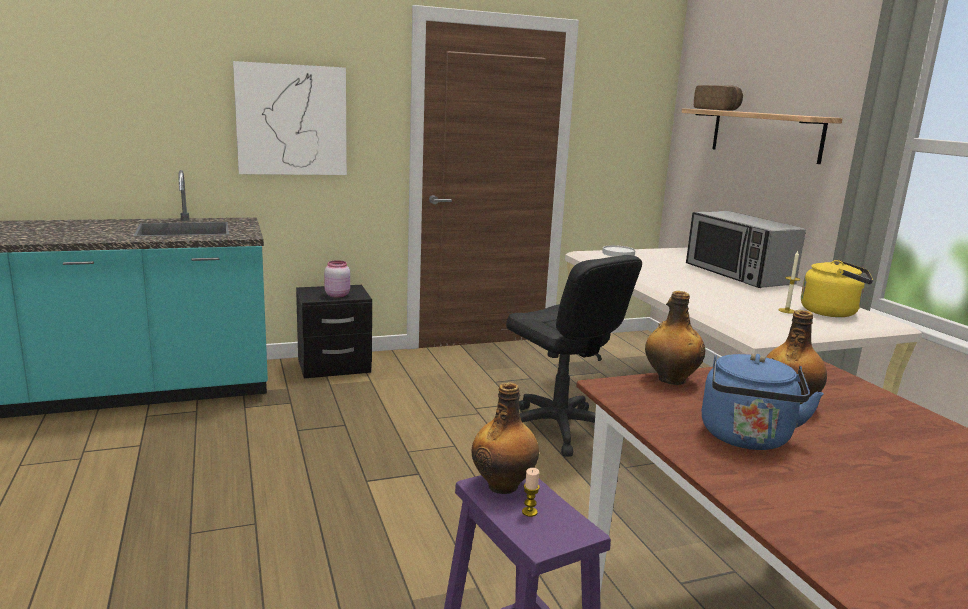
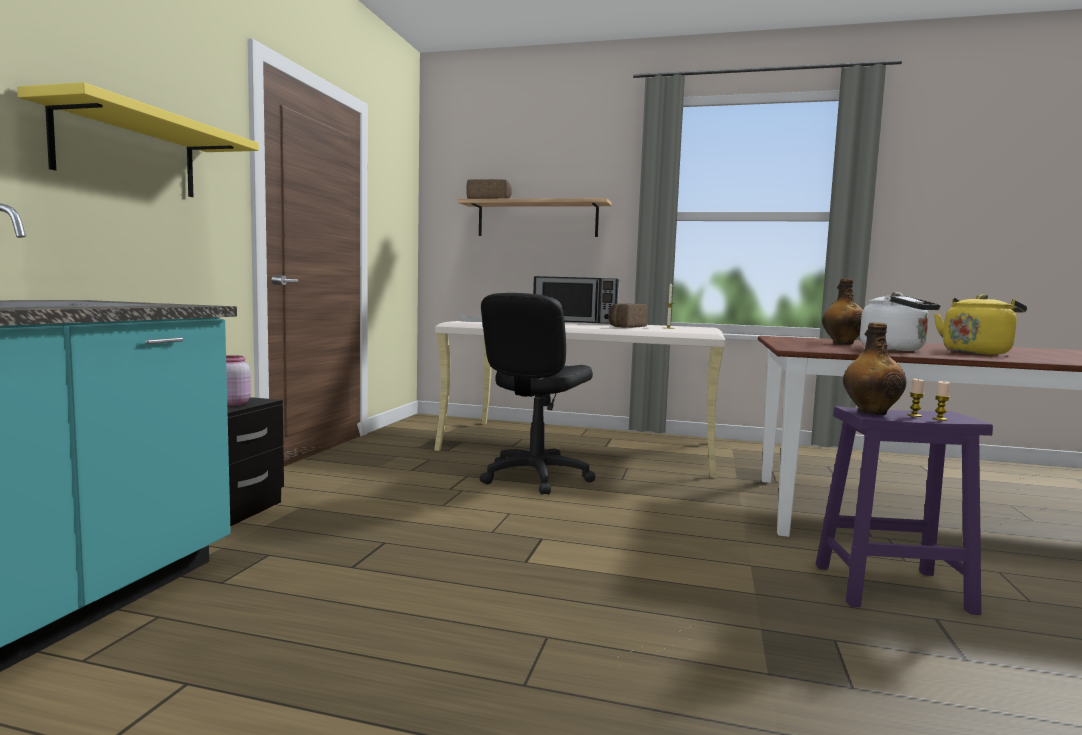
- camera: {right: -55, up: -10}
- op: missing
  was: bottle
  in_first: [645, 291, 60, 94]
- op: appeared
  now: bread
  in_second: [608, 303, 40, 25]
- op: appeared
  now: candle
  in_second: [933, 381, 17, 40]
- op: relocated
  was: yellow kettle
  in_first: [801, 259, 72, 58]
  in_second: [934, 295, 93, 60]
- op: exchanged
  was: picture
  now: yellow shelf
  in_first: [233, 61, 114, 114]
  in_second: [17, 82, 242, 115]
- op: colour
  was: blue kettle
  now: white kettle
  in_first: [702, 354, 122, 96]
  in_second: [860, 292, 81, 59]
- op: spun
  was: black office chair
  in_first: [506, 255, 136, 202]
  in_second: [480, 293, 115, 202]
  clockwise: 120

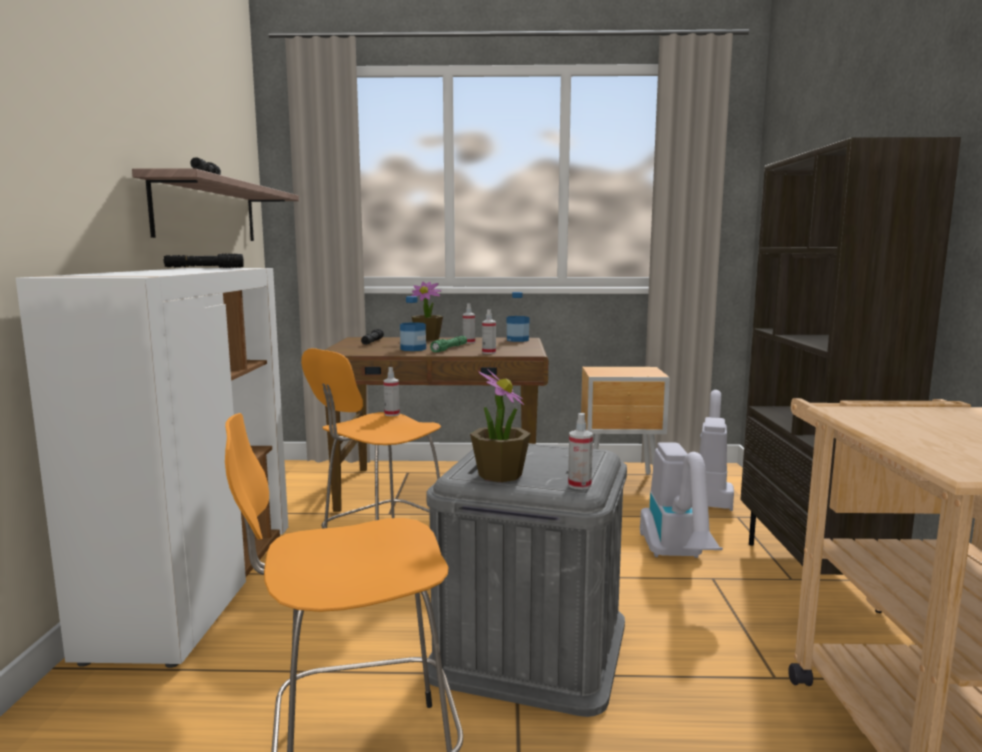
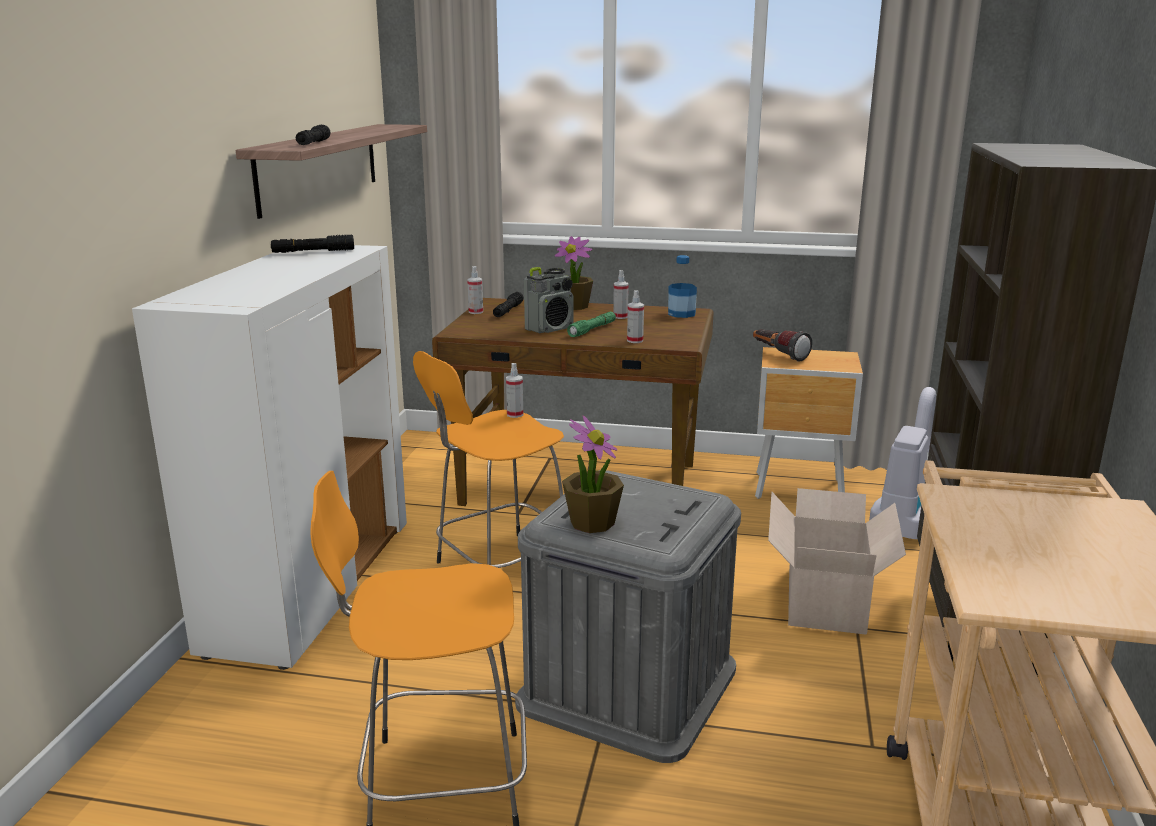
- camera: {right: 10, up: 10}
- op: appeared
  now: flashlight
  in_second: [753, 329, 59, 33]
- op: relocated
  was: spray bottle
  in_first: [568, 413, 25, 77]
  in_second: [467, 266, 16, 48]
- op: exchanged
  was: bottle
  now: radio
  in_first: [400, 296, 26, 55]
  in_second: [524, 267, 50, 66]
- op: exchanged
  was: vacuum cleaner
  now: cardboard box
  in_first: [640, 442, 83, 116]
  in_second: [768, 488, 138, 147]

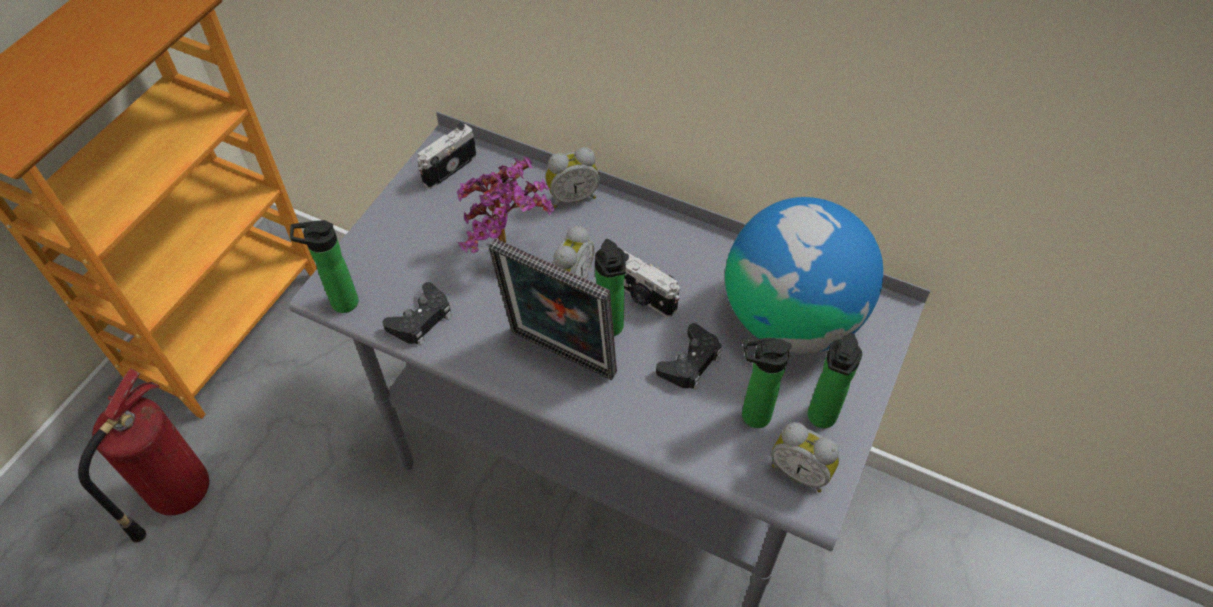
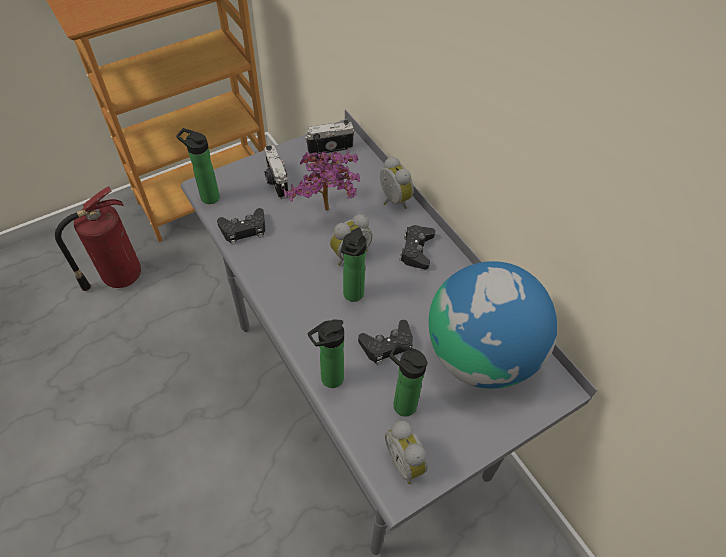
- camera: {right: 30, up: 0}
- op: missing
  was: picture frame
  in_first: [489, 239, 128, 141]
- op: appeared
  now: black game controller
  in_second: [399, 225, 36, 44]
- op: relocated
  was: photo camera
  in_first: [623, 251, 57, 66]
  in_second: [264, 145, 24, 54]
- op: relocated
  was: bottle
  in_first: [808, 333, 54, 95]
  in_second: [308, 319, 36, 69]
- op: spun
  was: alarm clock
  in_first: [545, 147, 55, 61]
  in_second: [380, 156, 34, 53]
  clockwise: -135

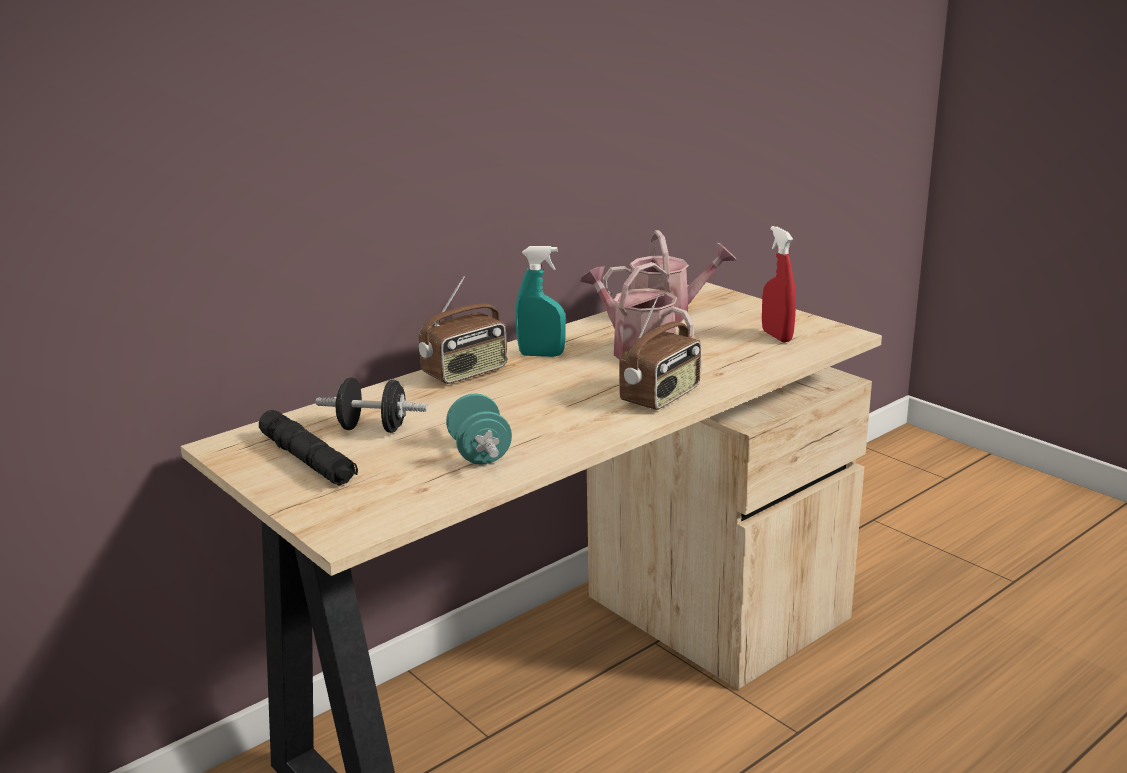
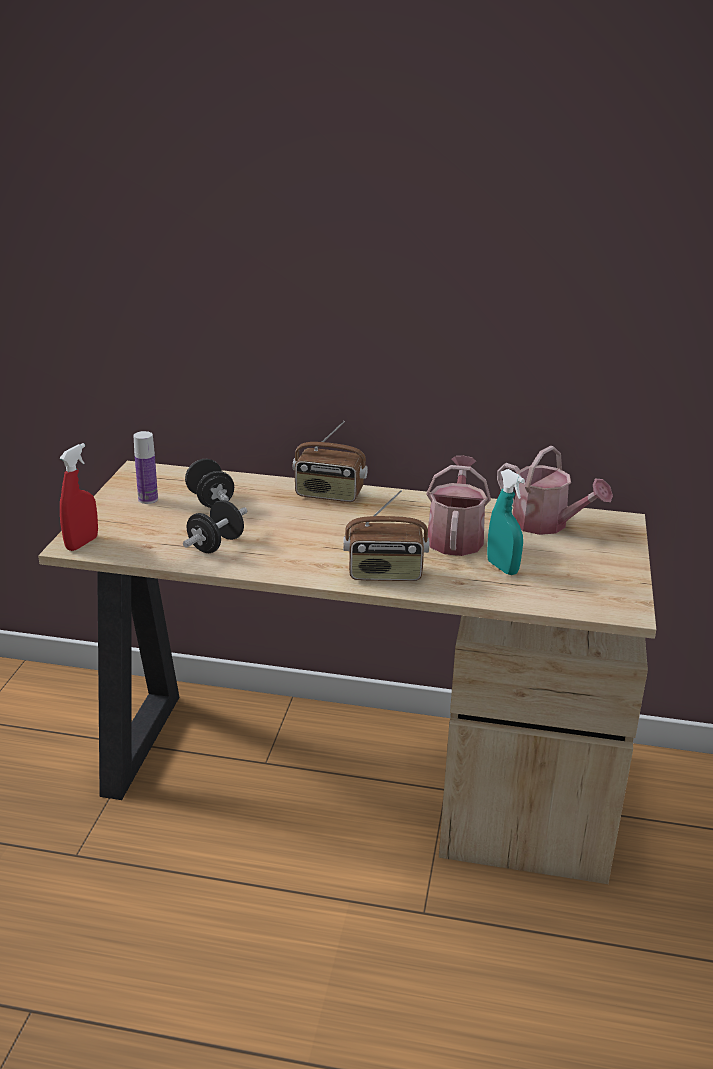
- camera: {right: 50, up: 5}
- op: relocated
  was: turquoise spray bottle
  in_first: [516, 246, 50, 111]
  in_second: [487, 469, 38, 106]
- op: relocated
  was: red spray bottle
  in_first: [762, 226, 34, 116]
  in_second: [60, 443, 38, 108]
- op: exchanged
  was: black flashlight
  now: bottle
  in_first: [259, 410, 99, 76]
  in_second: [133, 431, 25, 73]
- op: colour
  was: turquoise dumbbell
  now: black dumbbell
  in_first: [446, 393, 66, 72]
  in_second: [183, 500, 64, 53]

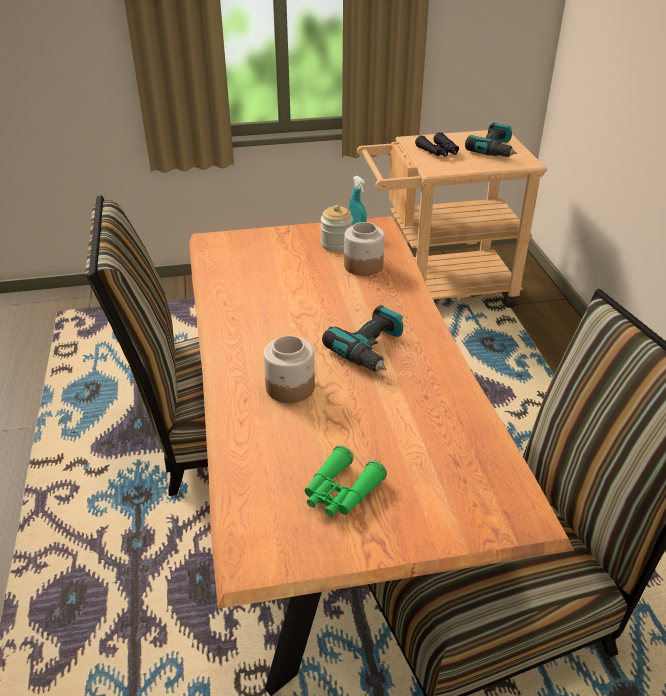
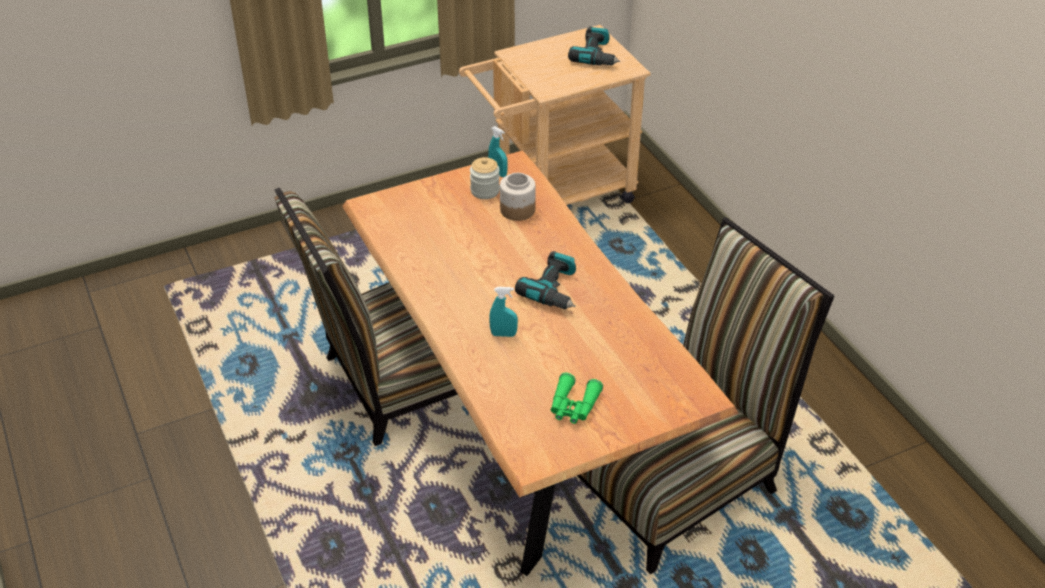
- camera: {right: -15, up: 5}
- op: missing
  was: black binoculars
  in_first: [415, 132, 44, 25]
- op: exchanged
  was: jar
  now: turquoise spray bottle
  in_first: [264, 335, 51, 68]
  in_second: [489, 287, 29, 50]

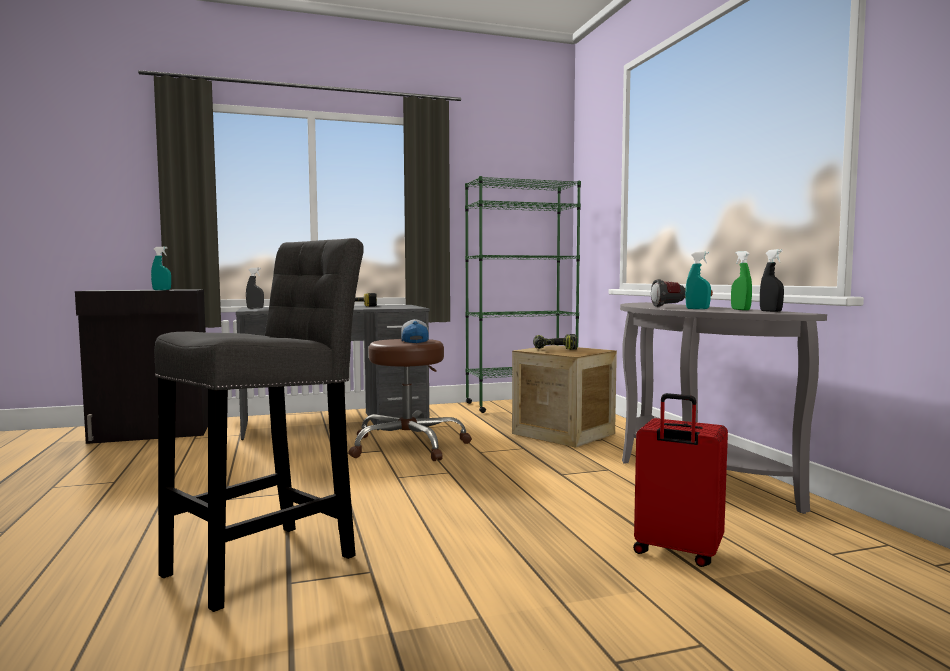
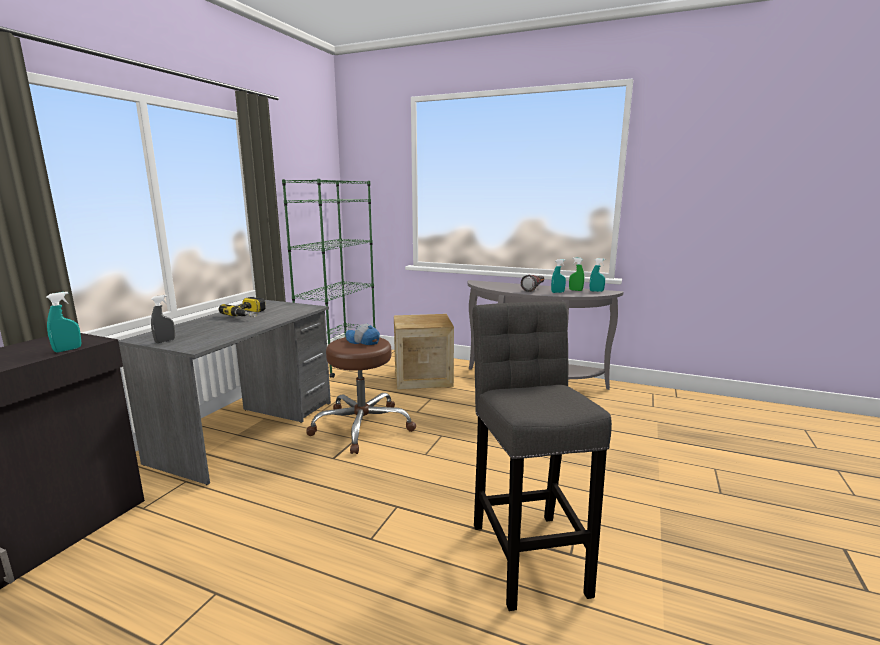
- camera: {right: -50, up: 10}
- op: missing
  was: power drill
  in_first: [533, 334, 44, 16]
- op: missing
  was: red suitcase
  in_first: [633, 393, 95, 174]
- op: colour
  was: black spray bottle
  now: turquoise spray bottle
  in_first: [760, 249, 24, 63]
  in_second: [590, 258, 15, 34]

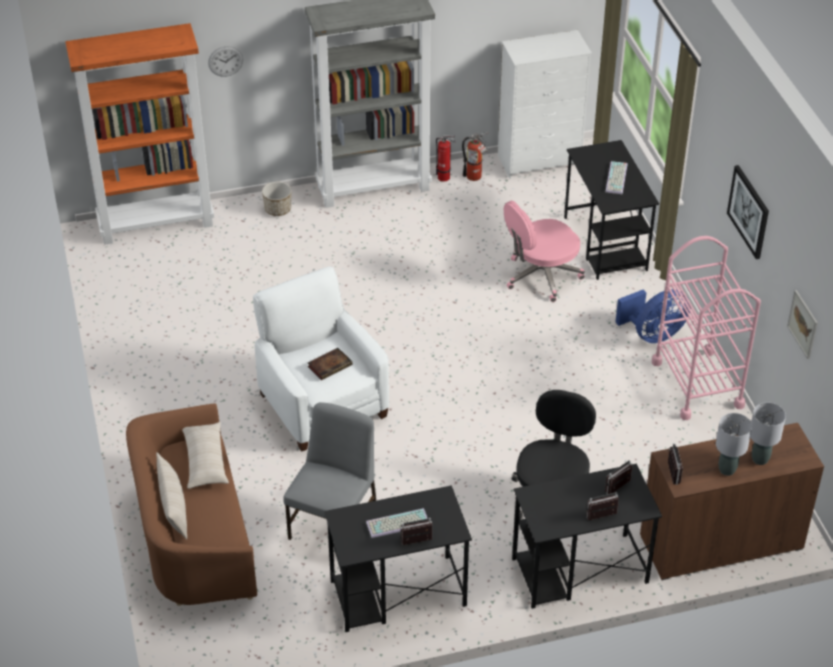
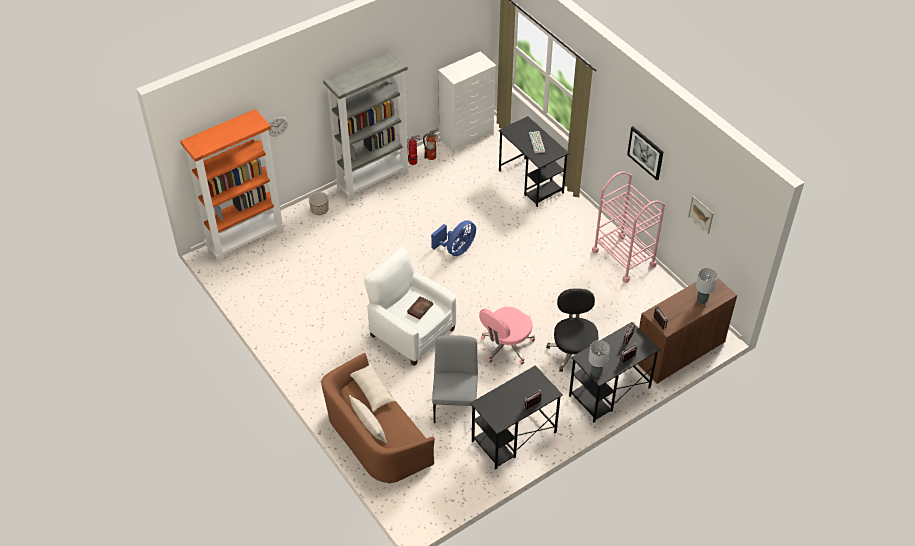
- camera: {right: -20, up: 5}
- op: missing
  was: keyboard
  in_first: [366, 508, 62, 30]
- op: relocated
  was: pink office chair
  in_first: [504, 200, 81, 102]
  in_second: [479, 307, 56, 58]
- op: relocated
  was: blue fan
  in_first: [615, 289, 76, 54]
  in_second: [431, 220, 45, 36]
- op: relocated
  was: grey table lamp
  in_first: [716, 413, 36, 63]
  in_second: [589, 340, 21, 37]

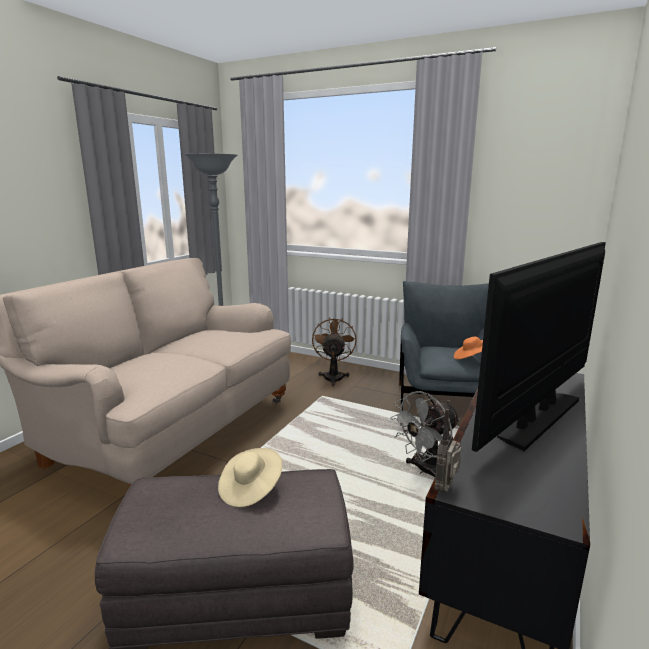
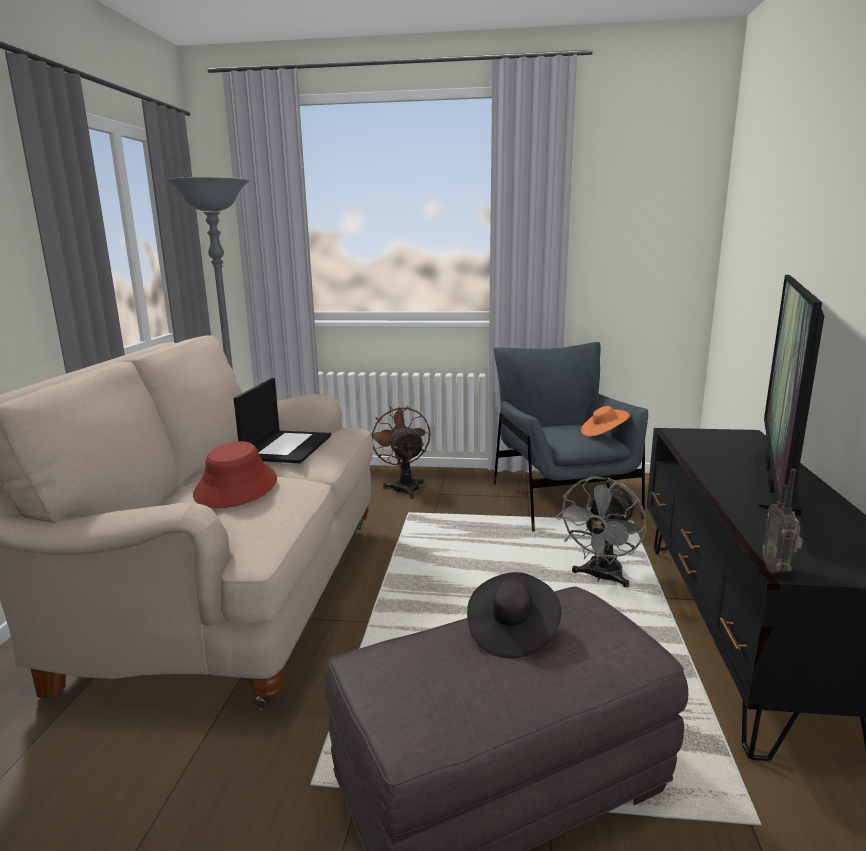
- camera: {right: -20, up: 0}
- op: appeared
  now: red hat
  in_second: [193, 441, 84, 67]
- op: appeared
  now: laptop
  in_second: [234, 378, 97, 85]
- op: colour
  was: beige hat
  now: black hat
  in_first: [218, 448, 65, 59]
  in_second: [467, 572, 94, 86]

